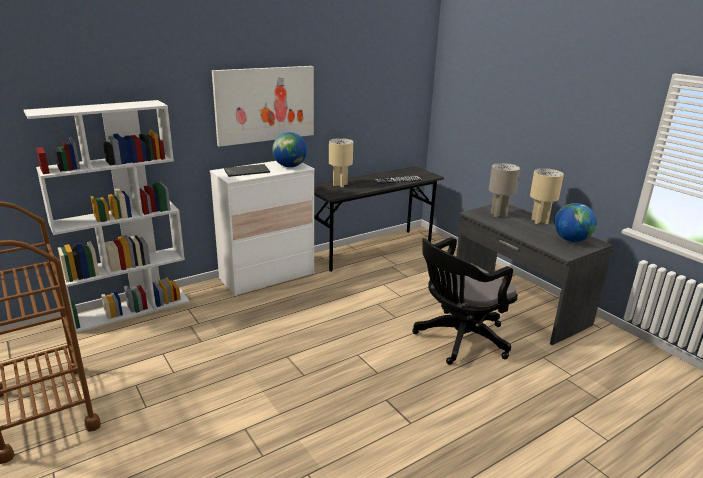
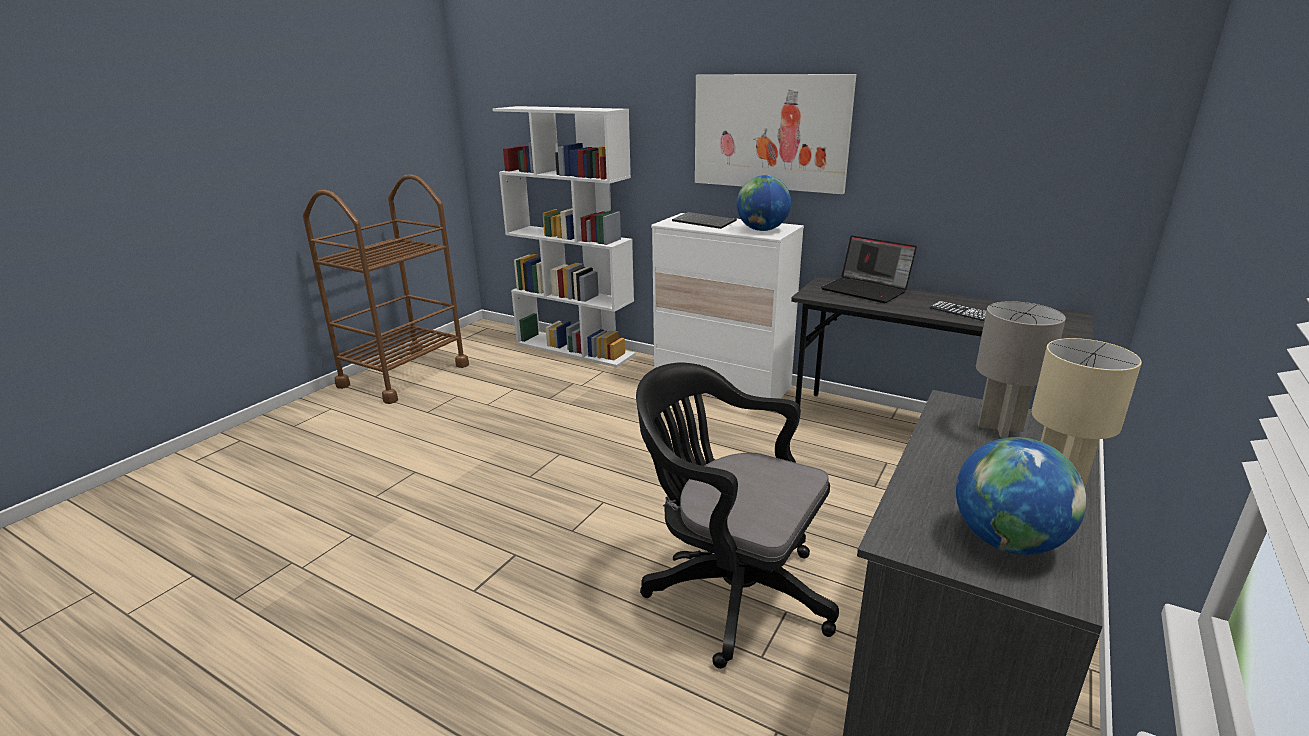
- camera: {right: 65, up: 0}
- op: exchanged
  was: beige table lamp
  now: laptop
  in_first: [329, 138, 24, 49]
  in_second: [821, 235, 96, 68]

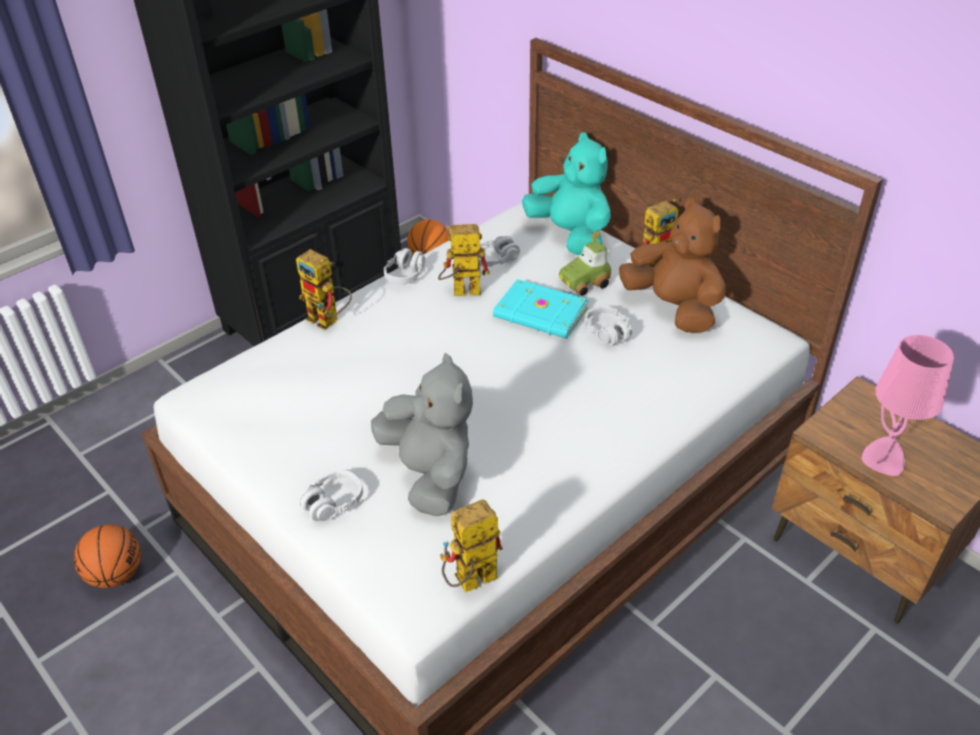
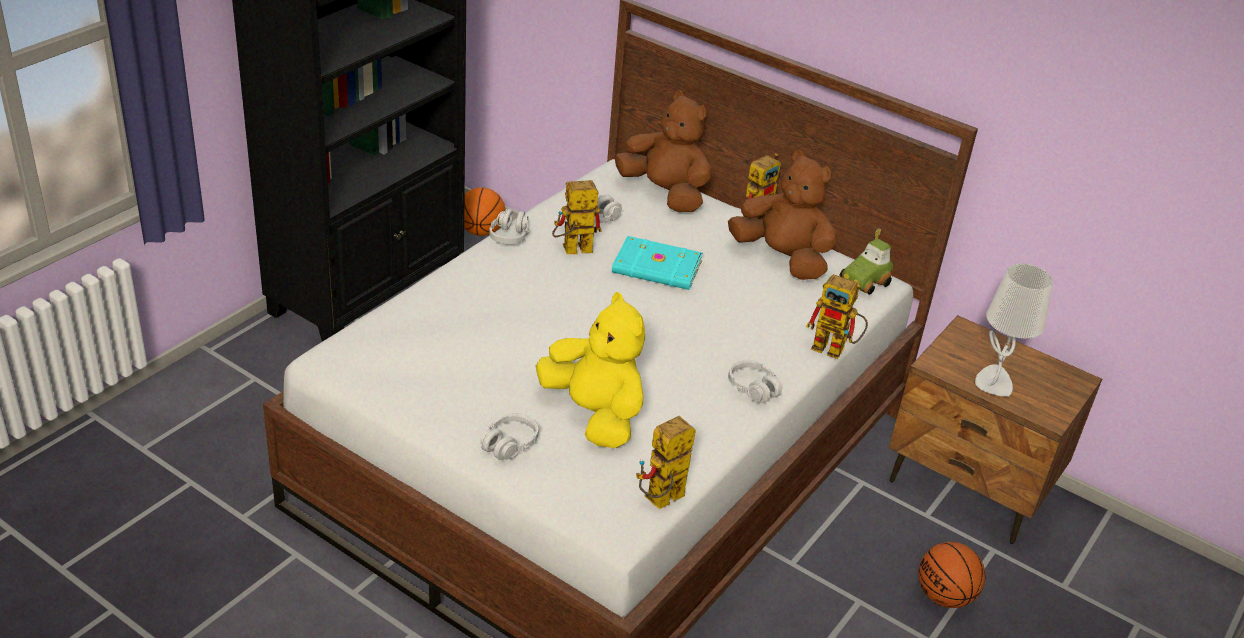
- camera: {right: -15, up: -5}
- op: relocated
  was: basketball
  in_first: [74, 524, 67, 64]
  in_second: [918, 542, 67, 66]
- op: relocated
  was: toy robot
  in_first: [296, 249, 56, 81]
  in_second: [806, 274, 62, 85]
- op: relocated
  was: toy car
  in_first: [559, 231, 52, 65]
  in_second: [840, 228, 53, 67]
- op: relocated
  was: grey headphones
  in_first: [585, 305, 47, 41]
  in_second: [728, 360, 55, 43]
- op: colour
  was: grey plush toy
  now: yellow plush toy
  in_first: [371, 353, 102, 163]
  in_second: [536, 292, 109, 156]
- op: colour
  was: turquoise plush toy
  now: brown plush toy
  in_first: [522, 132, 89, 123]
  in_second: [615, 90, 97, 122]
- op: colour
  was: pink table lamp
  now: grey table lamp
  in_first: [862, 335, 92, 141]
  in_second: [975, 263, 78, 134]

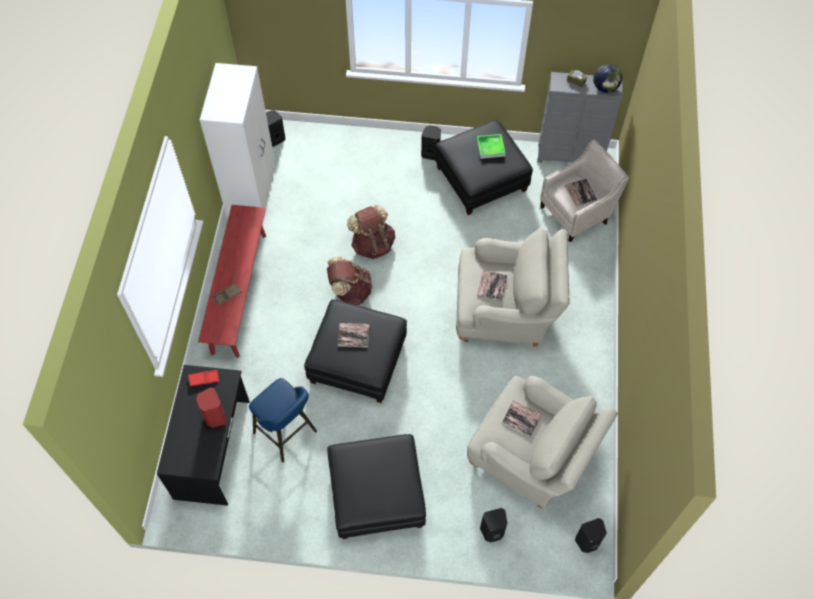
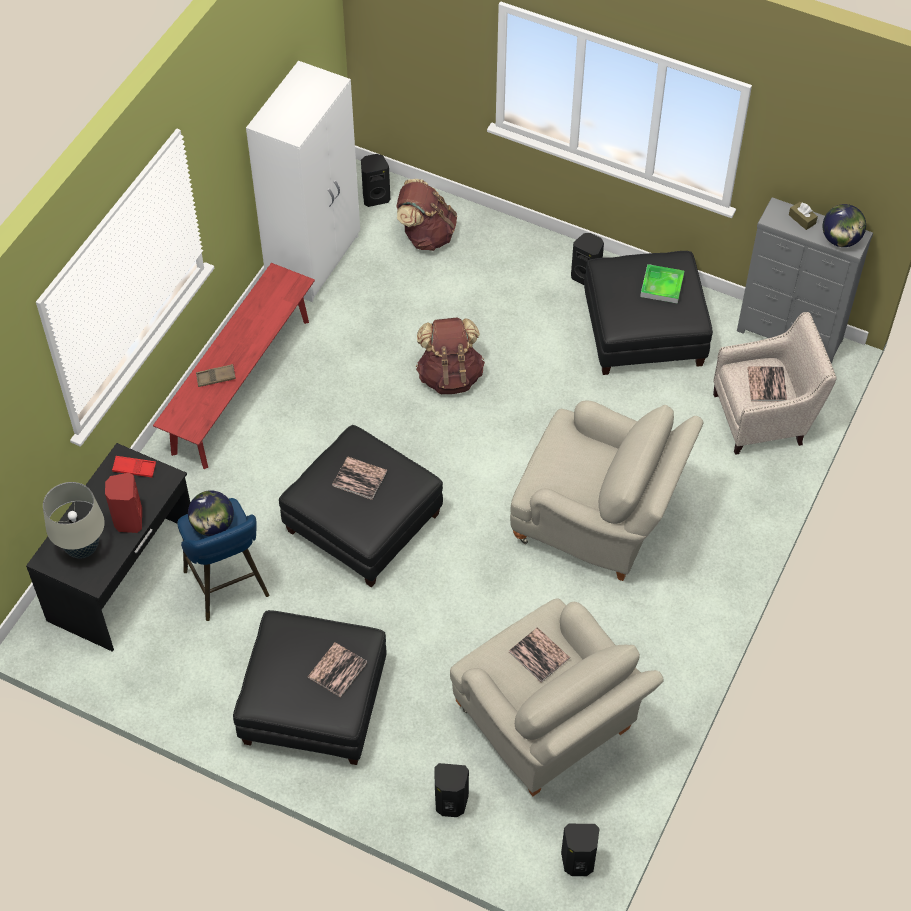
- camera: {right: 20, up: -5}
- op: appeared
  now: beige table lamp
  in_second: [43, 482, 62, 76]
- op: appeared
  now: globe
  in_second: [188, 490, 46, 46]
- op: relocated
  was: brown backpack
  in_first: [327, 257, 45, 48]
  in_second: [396, 179, 61, 72]
- op: relocated
  was: book
  in_first: [477, 271, 31, 30]
  in_second: [308, 642, 59, 55]

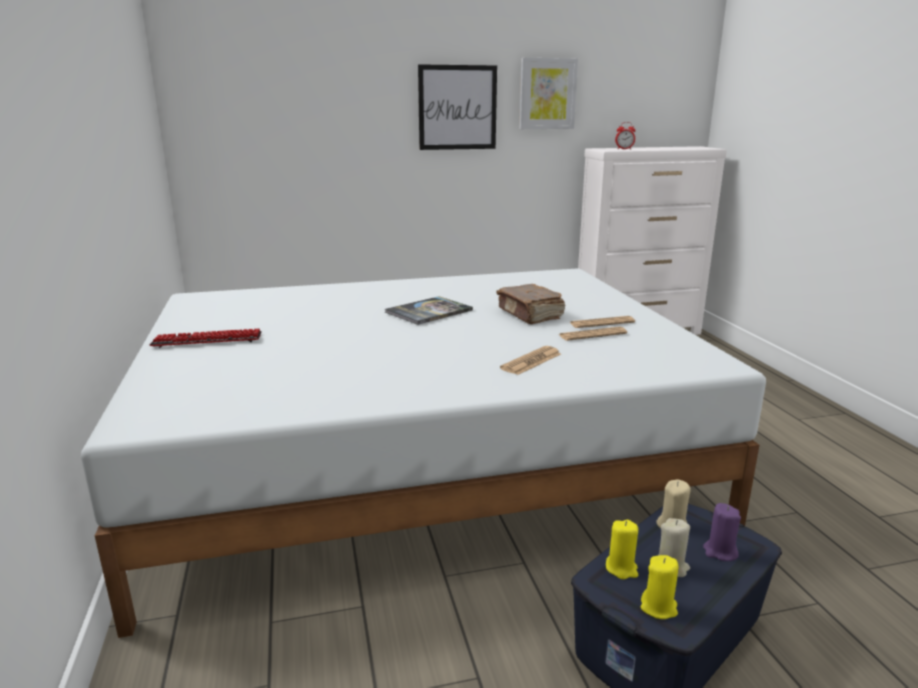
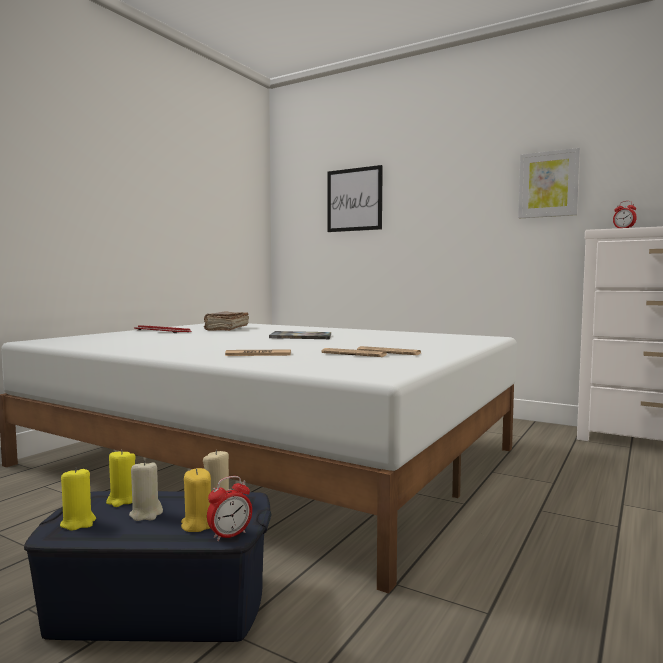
- camera: {right: 45, up: -15}
- op: appeared
  now: alarm clock
  in_second: [207, 476, 45, 65]
- op: relocated
  was: picture
  in_first: [418, 64, 79, 86]
  in_second: [328, 165, 55, 67]
- op: relocated
  was: brown book
  in_first: [496, 284, 69, 40]
  in_second: [204, 311, 45, 20]
- op: colour
  was: purple candle
  now: yellow candle
  in_first: [703, 503, 38, 58]
  in_second: [181, 468, 30, 64]

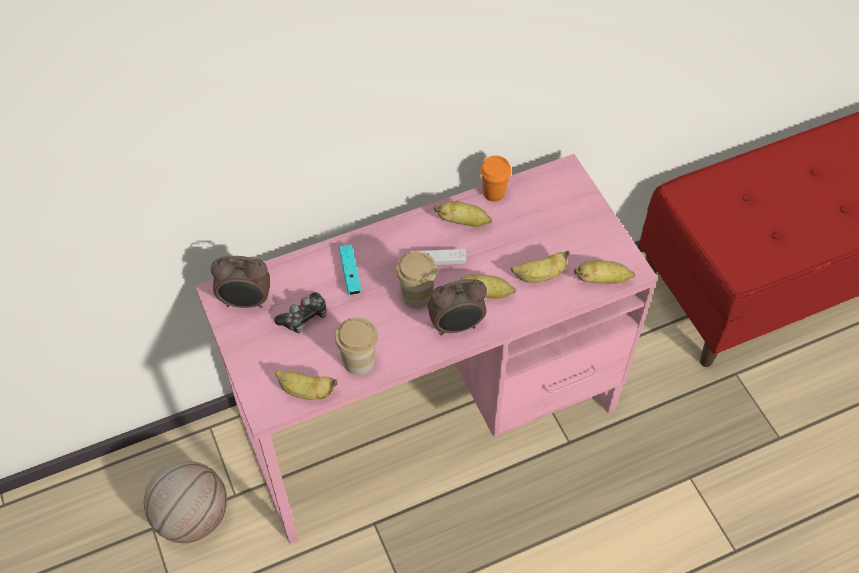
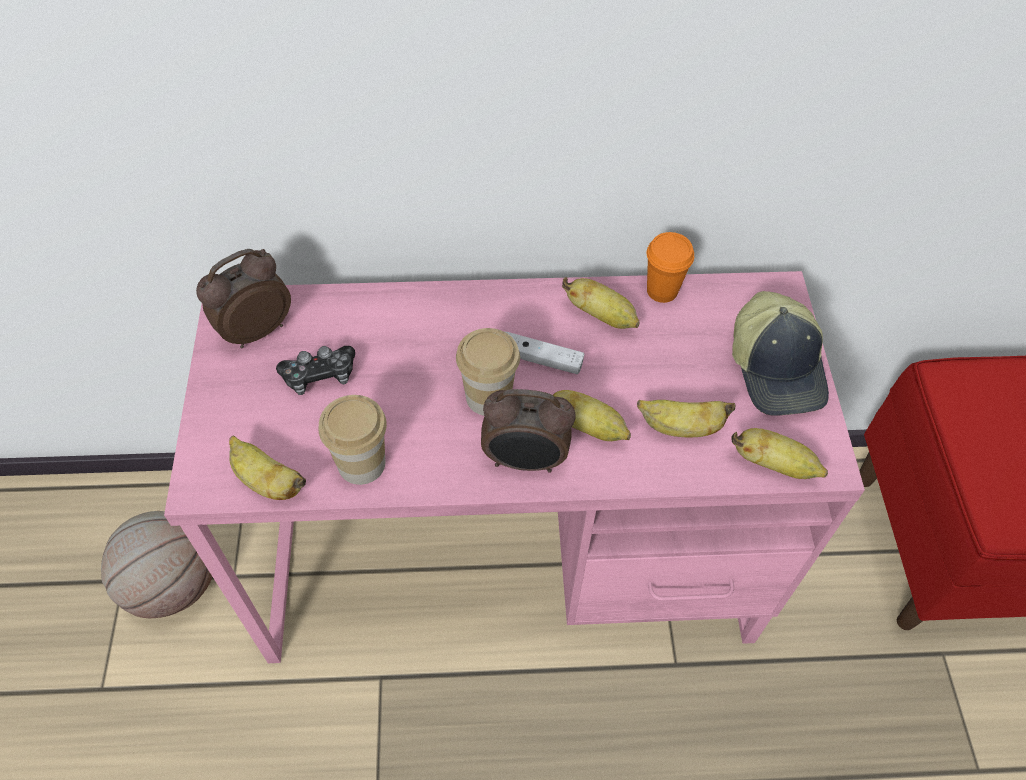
- camera: {right: 20, up: 0}
- op: missing
  was: turquoise game controller
  in_first: [339, 245, 23, 50]
- op: appeared
  now: cap
  in_second: [732, 291, 97, 125]
- op: spun
  was: alarm clock
  in_first: [211, 256, 59, 52]
  in_second: [196, 249, 95, 99]
  clockwise: 120

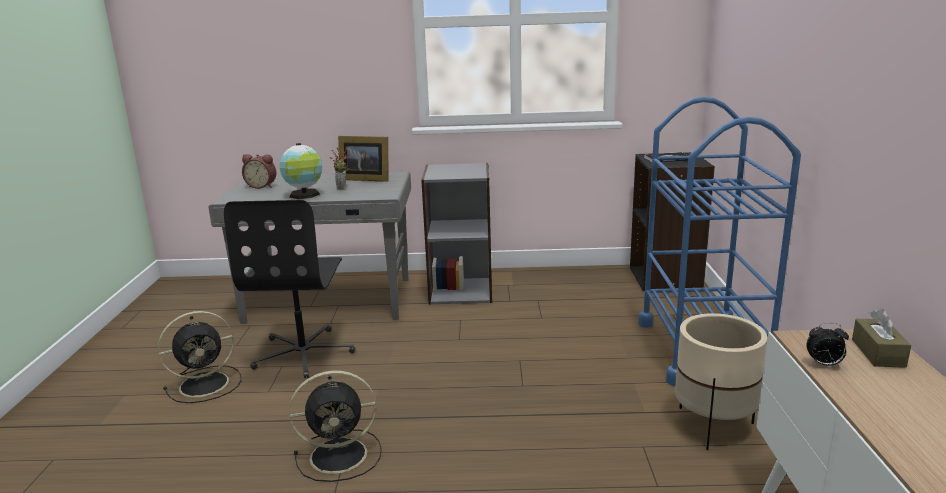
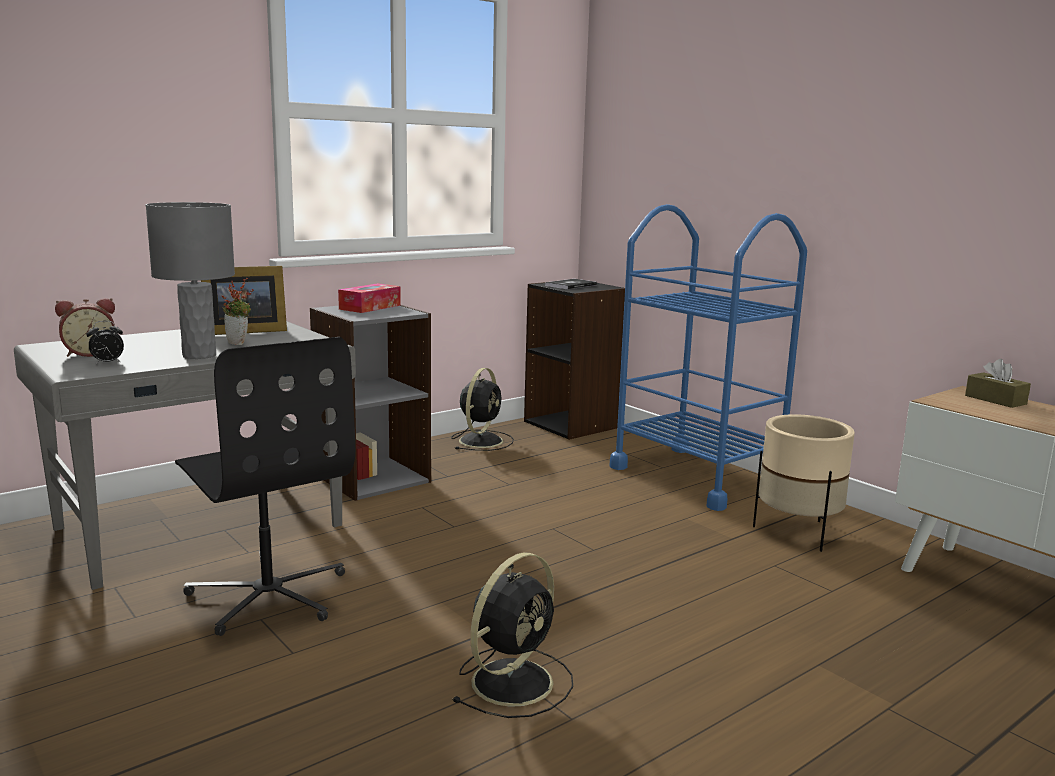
- camera: {right: -40, up: -5}
- op: appeared
  now: tissue box
  in_second: [338, 283, 63, 30]
- op: relocated
  was: black fan
  in_first: [158, 311, 83, 92]
  in_second: [451, 368, 63, 83]
- op: relocated
  was: alarm clock
  in_first: [806, 322, 43, 45]
  in_second: [87, 321, 37, 43]
- op: exchanged
  was: globe
  now: grey table lamp
  in_first: [280, 143, 42, 56]
  in_second: [146, 202, 89, 157]

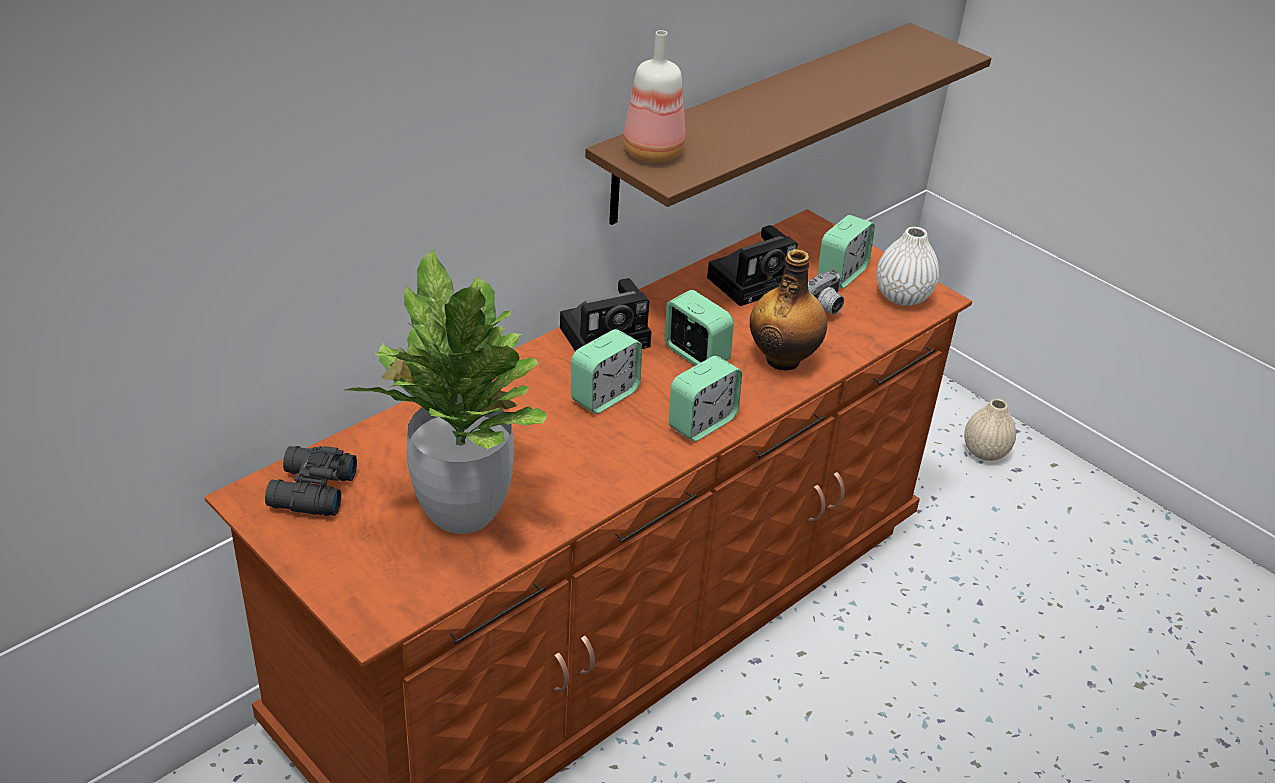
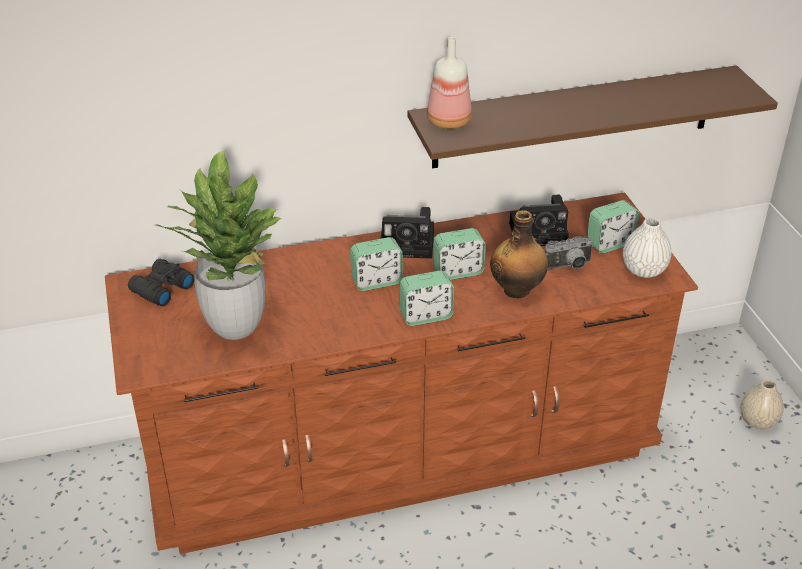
- camera: {right: 30, up: 0}
- op: spun
  was: alarm clock
  in_first: [665, 290, 69, 76]
  in_second: [433, 228, 52, 52]
  clockwise: 90

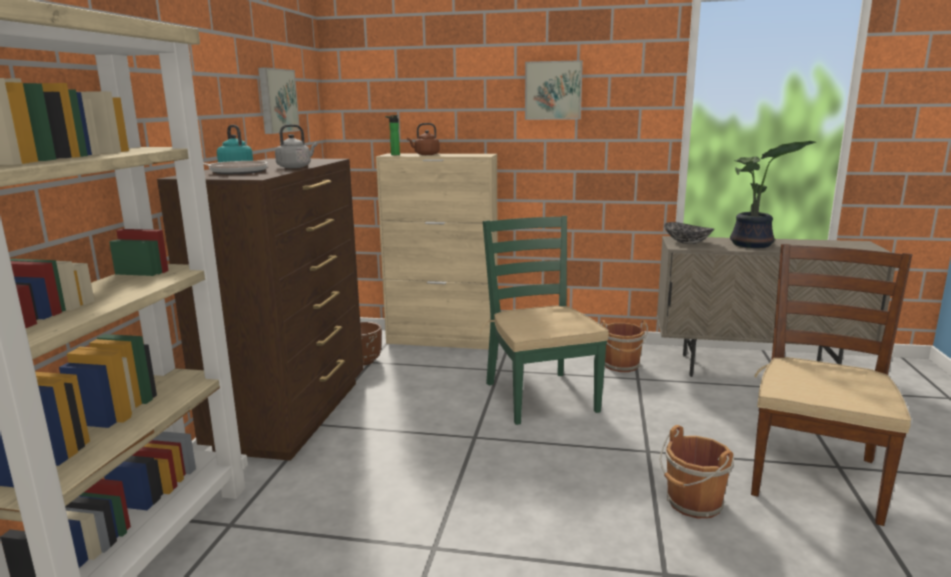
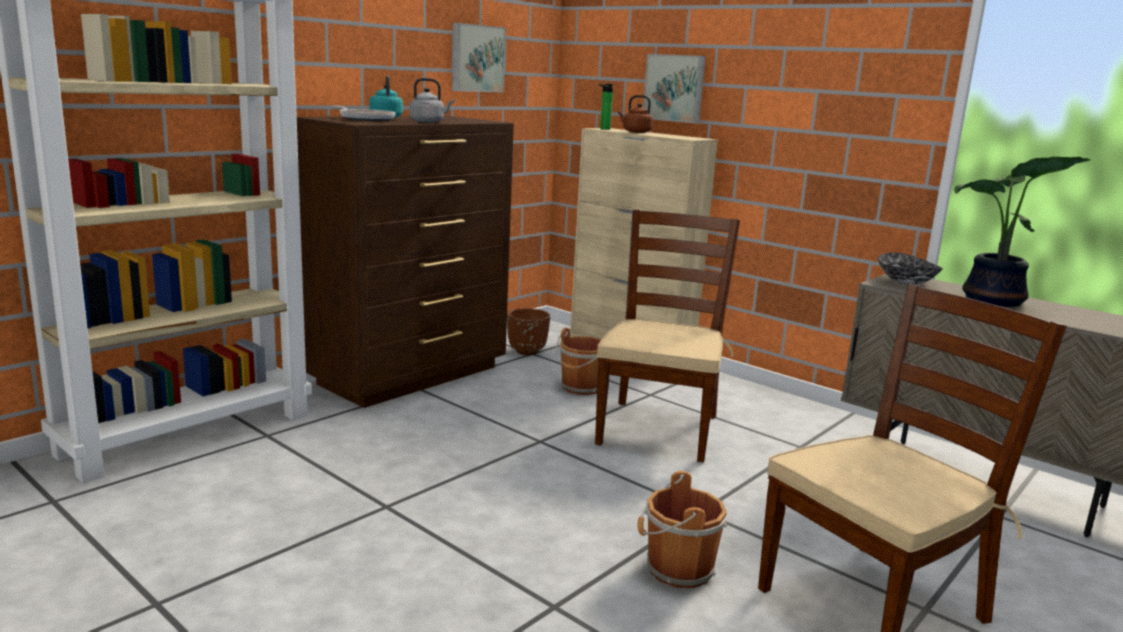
- camera: {right: 30, up: 0}
- op: relocated
  was: picture
  in_first: [525, 60, 58, 60]
  in_second: [643, 54, 63, 69]
- op: relocated
  was: brown bucket
  in_first: [601, 320, 47, 52]
  in_second: [555, 328, 47, 67]
- op: colour
  was: green chair
  now: brown chair
  in_first: [480, 216, 129, 209]
  in_second: [595, 210, 145, 252]

